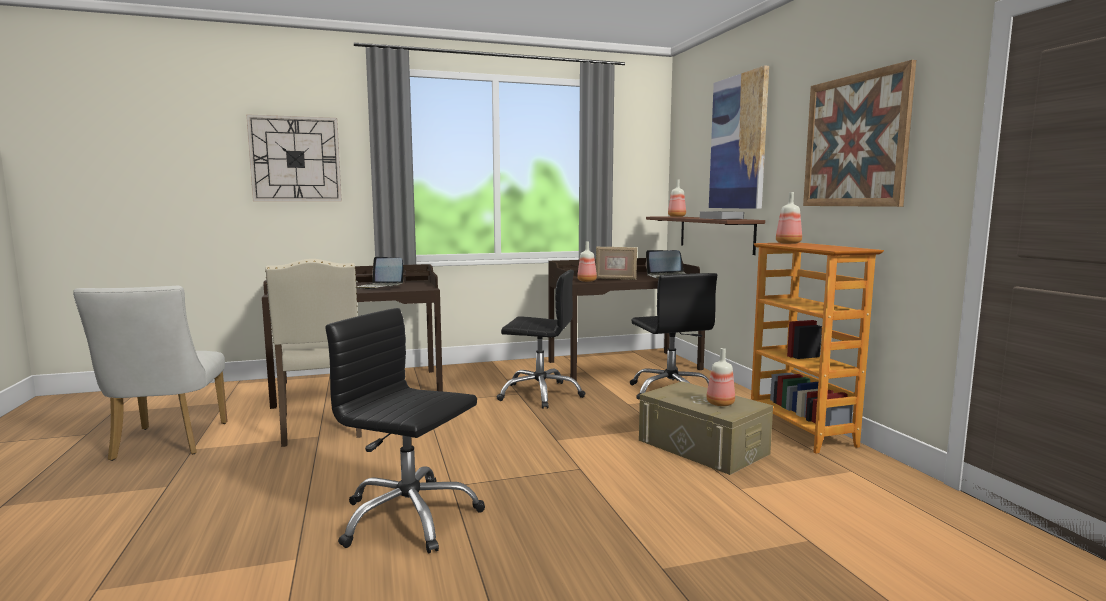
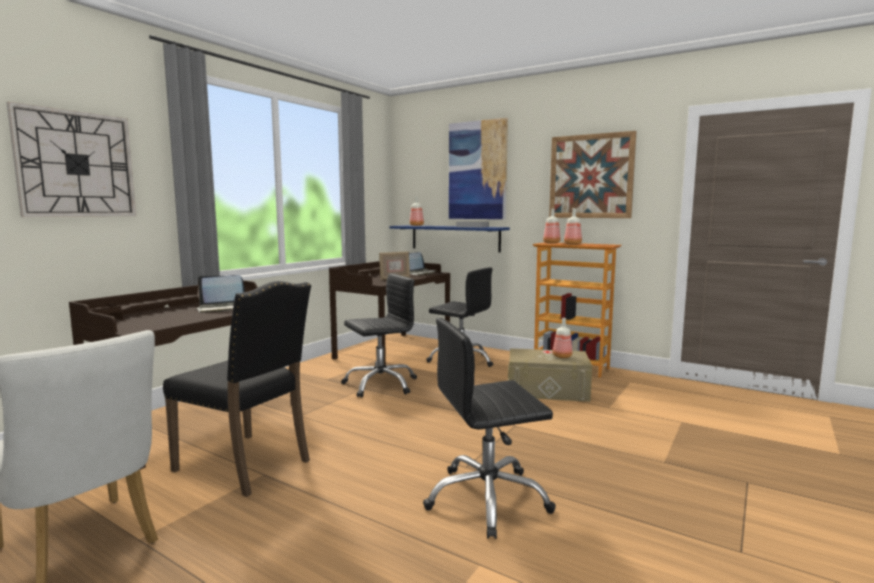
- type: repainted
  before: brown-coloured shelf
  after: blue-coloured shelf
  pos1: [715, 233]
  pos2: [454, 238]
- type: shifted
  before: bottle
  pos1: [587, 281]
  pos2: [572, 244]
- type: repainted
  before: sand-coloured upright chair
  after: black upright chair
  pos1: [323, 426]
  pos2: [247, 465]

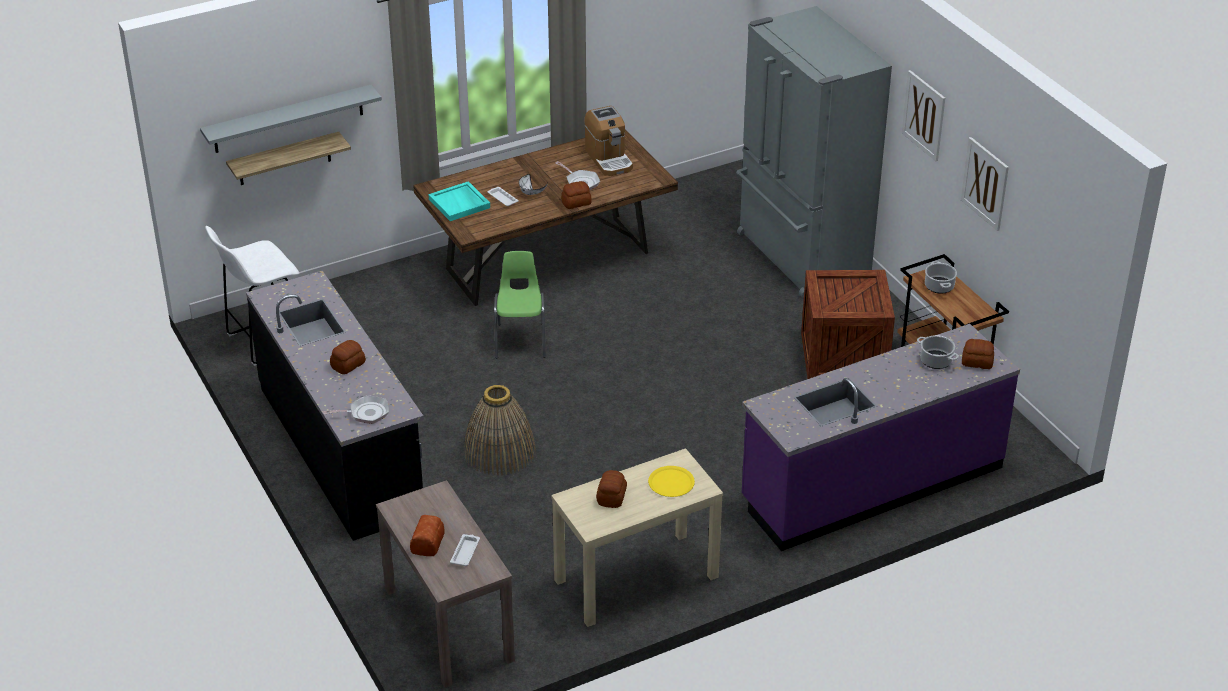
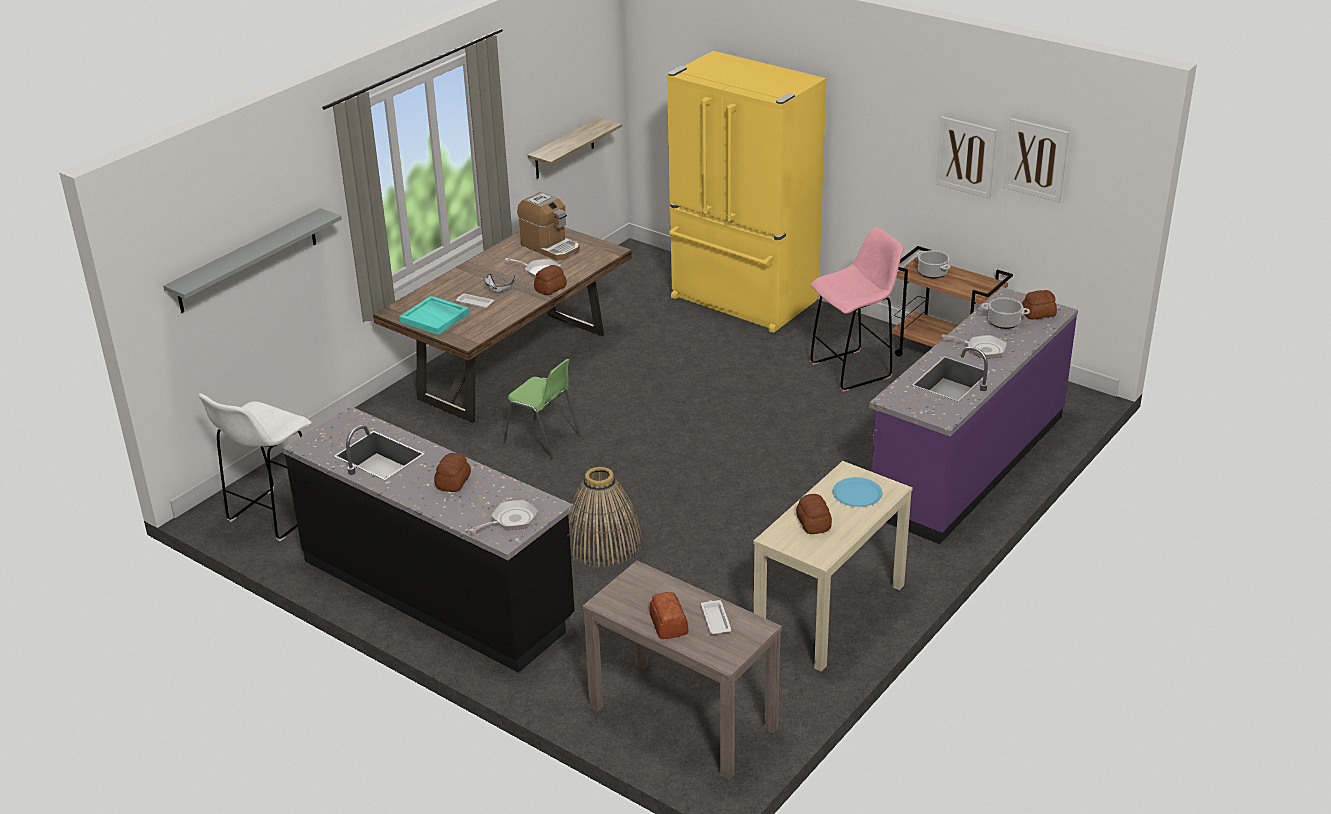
- type: repainted
  before: gray fridge
  after: yellow-coloured fridge
  pos1: [800, 255]
  pos2: [742, 301]
- type: shifted
  before: wall art
  pos1: [924, 115]
  pos2: [1036, 159]
- type: shifted
  before: shelf
  pos1: [284, 159]
  pos2: [564, 149]
- type: rotated
  before: green-coloured upright chair
  pos1: [521, 340]
  pos2: [543, 439]
  turn: 150
- type: swapped
  before: shipping crate
  after: pink sitting stool
  pos1: [845, 357]
  pos2: [853, 370]
- type: repainted
  before: yellow-coloured plate
  after: blue-coloured plate
  pos1: [671, 482]
  pos2: [857, 493]
- type: new
  after: skillet
  pos2: [982, 349]

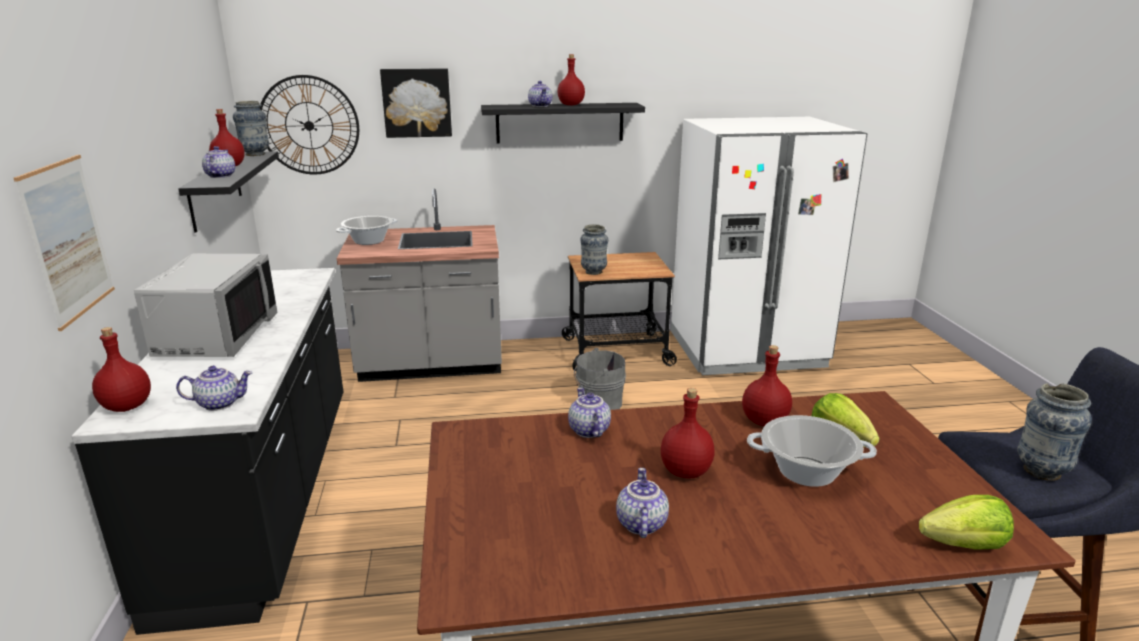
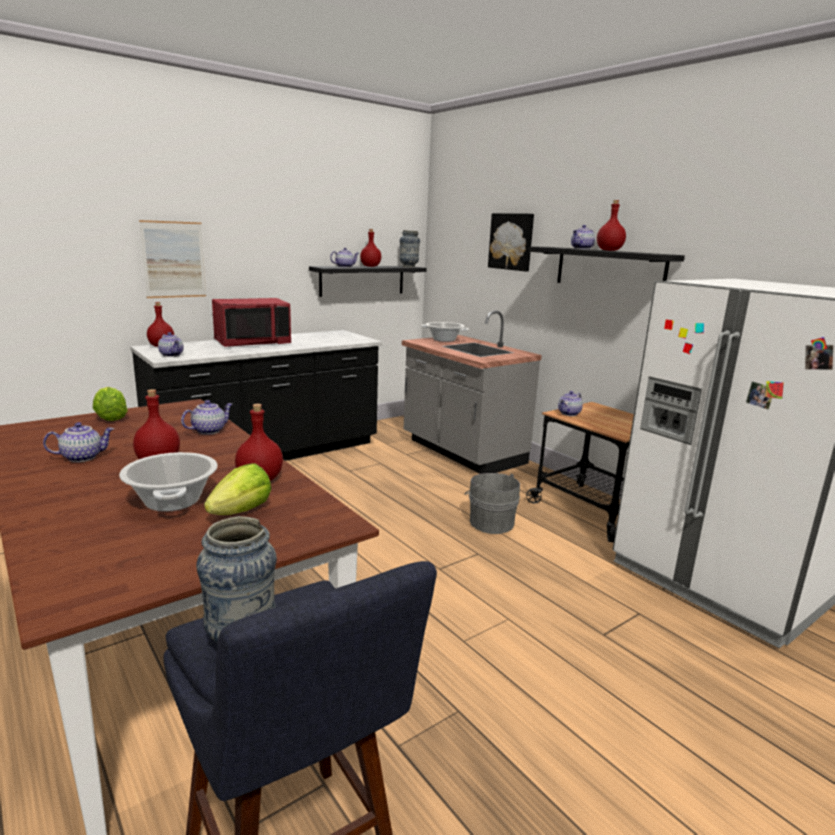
- type: gone
  before: clock on the wall
  pos1: [309, 125]
- type: swapped
  before: vase
  after: tea pot
  pos1: [593, 272]
  pos2: [569, 414]
- type: repainted
  before: gray microwave
  after: red microwave
  pos1: [216, 336]
  pos2: [252, 342]
- type: shifted
  before: lettuce
  pos1: [964, 545]
  pos2: [110, 417]

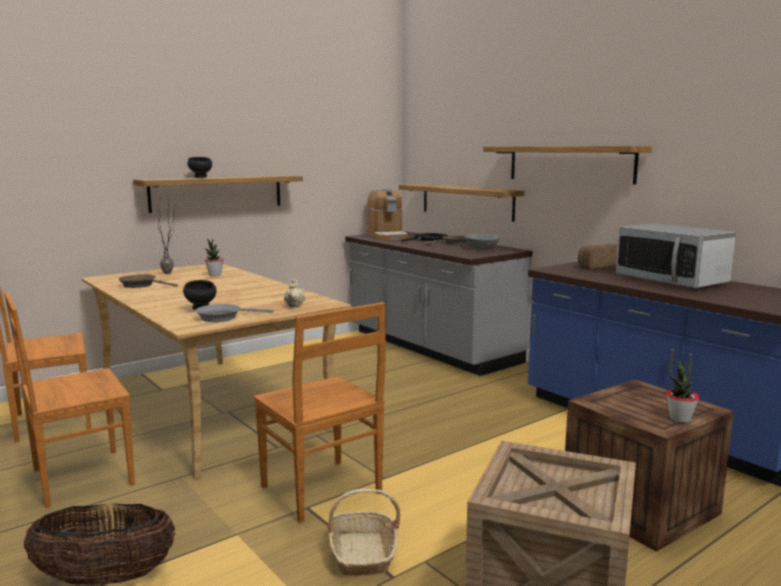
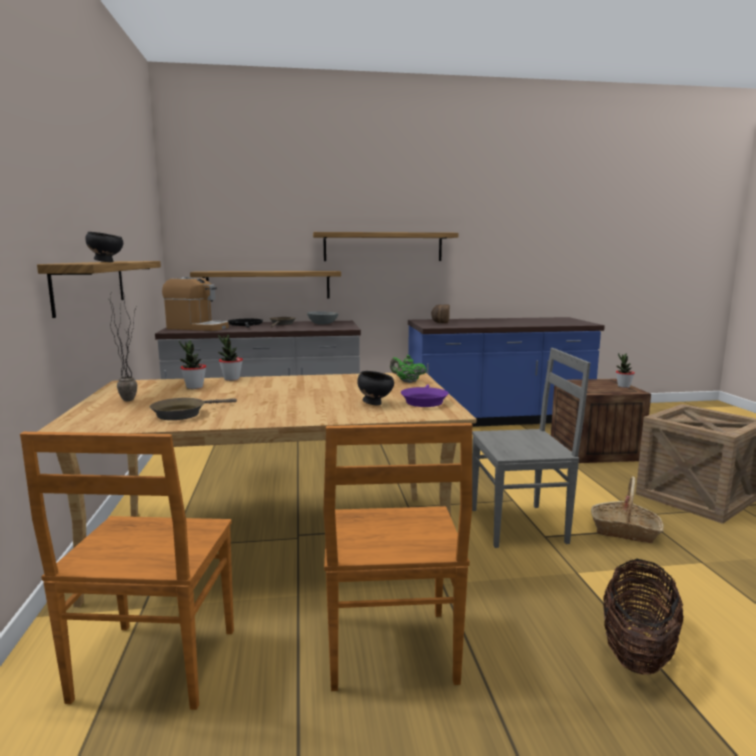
- type: gone
  before: microwave
  pos1: [671, 281]
- type: repainted
  before: sand-coloured tea pot
  after: green-coloured tea pot
  pos1: [295, 306]
  pos2: [407, 381]
- type: repainted
  before: brown-coloured upright chair
  after: gray upright chair
  pos1: [322, 491]
  pos2: [521, 525]
- type: repainted
  before: gray skillet
  after: purple skillet
  pos1: [223, 317]
  pos2: [424, 401]
- type: new
  after: houseplant
  pos2: [231, 379]

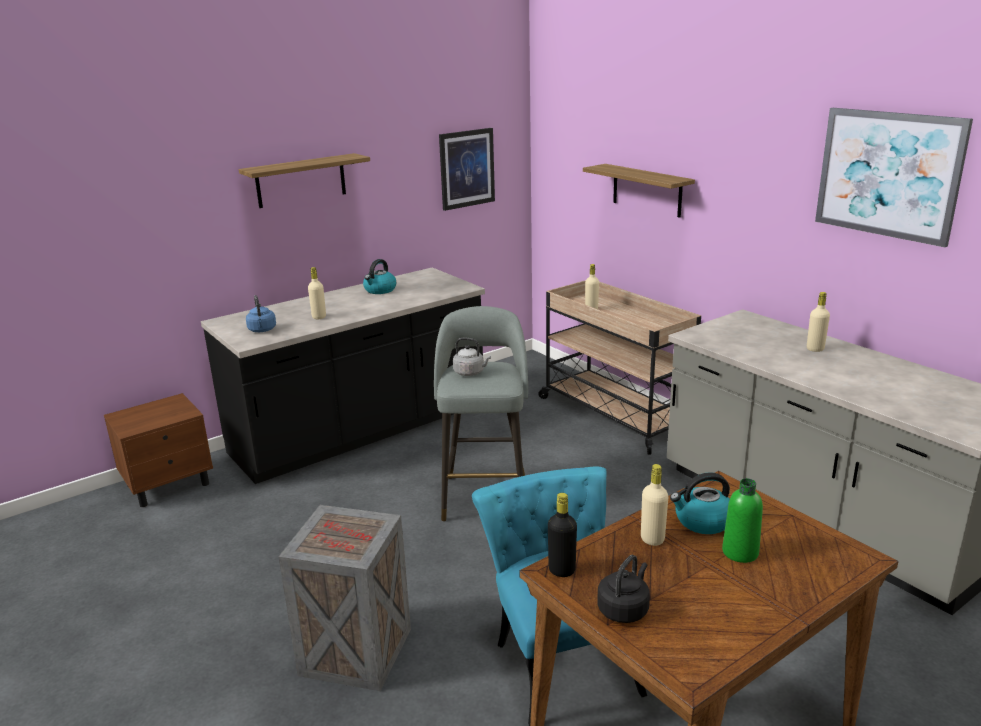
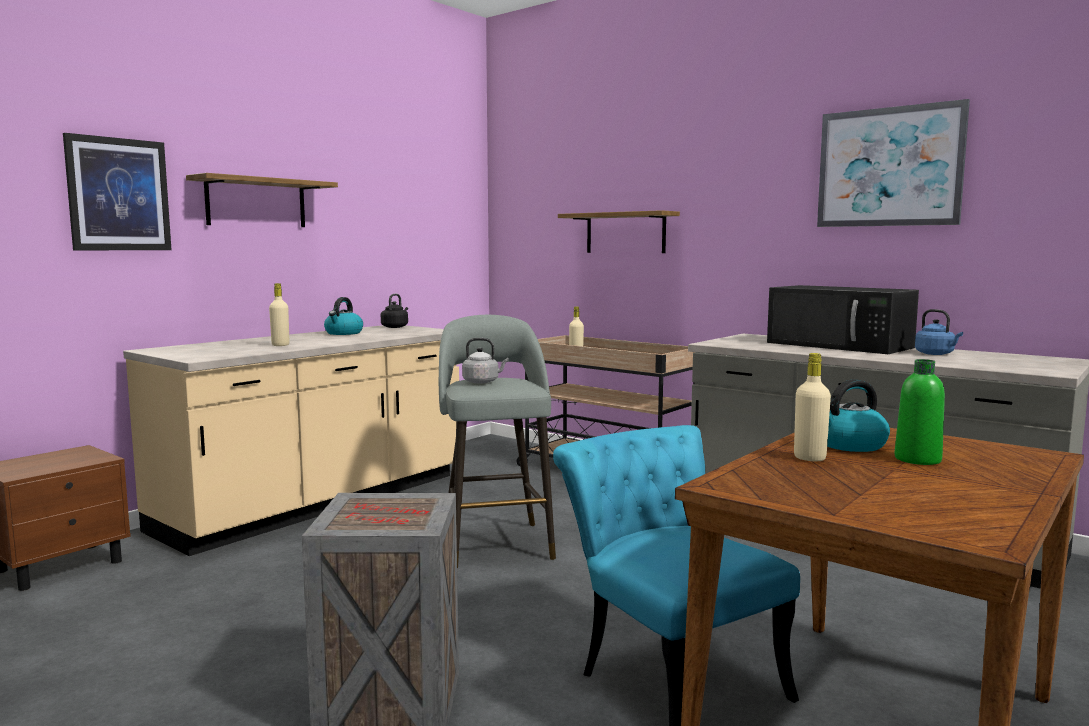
- type: shifted
  before: wall art
  pos1: [467, 168]
  pos2: [118, 194]
- type: repainted
  before: black kitchen counter
  after: sand-coloured kitchen counter
  pos1: [361, 431]
  pos2: [318, 503]
- type: swapped
  before: sand-coloured bottle
  after: black microwave
  pos1: [815, 349]
  pos2: [841, 345]
- type: shifted
  before: blue-coloured kettle
  pos1: [262, 330]
  pos2: [936, 354]
- type: gone
  before: black bottle
  pos1: [562, 570]
- type: shifted
  before: black kettle
  pos1: [624, 609]
  pos2: [395, 327]

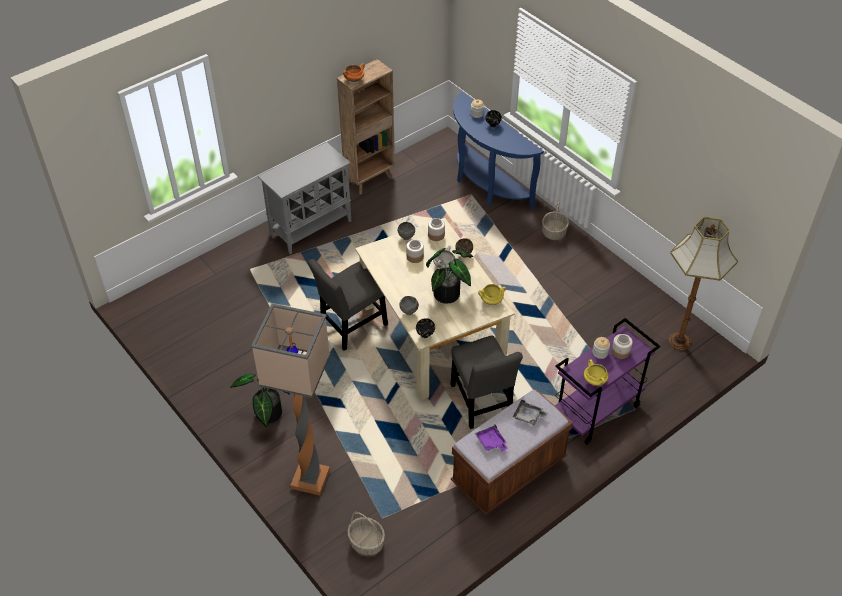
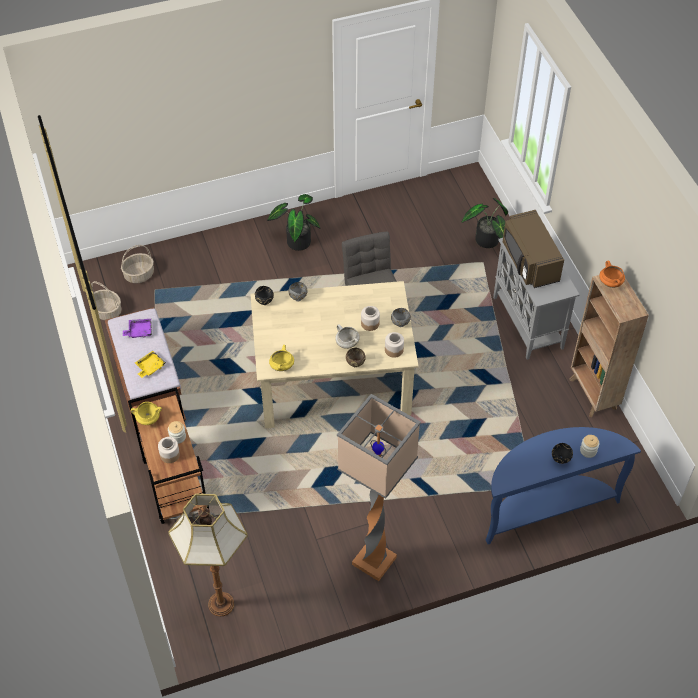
- type: shifted
  before: storage basket
  pos1: [553, 232]
  pos2: [107, 311]
- type: shifted
  before: houseplant
  pos1: [450, 293]
  pos2: [487, 242]
- type: shifted
  before: standard lamp
  pos1: [310, 478]
  pos2: [375, 560]
- type: repainted
  before: purple cart
  after: brown-coloured cart
  pos1: [596, 411]
  pos2: [174, 484]
- type: gone
  before: gray upright chair
  pos1: [481, 404]
- type: repainted
  before: gray tray
  after: yellow-coloured tray
  pos1: [528, 416]
  pos2: [150, 367]
- type: new
  after: brown-coloured microwave
  pos2: [529, 262]

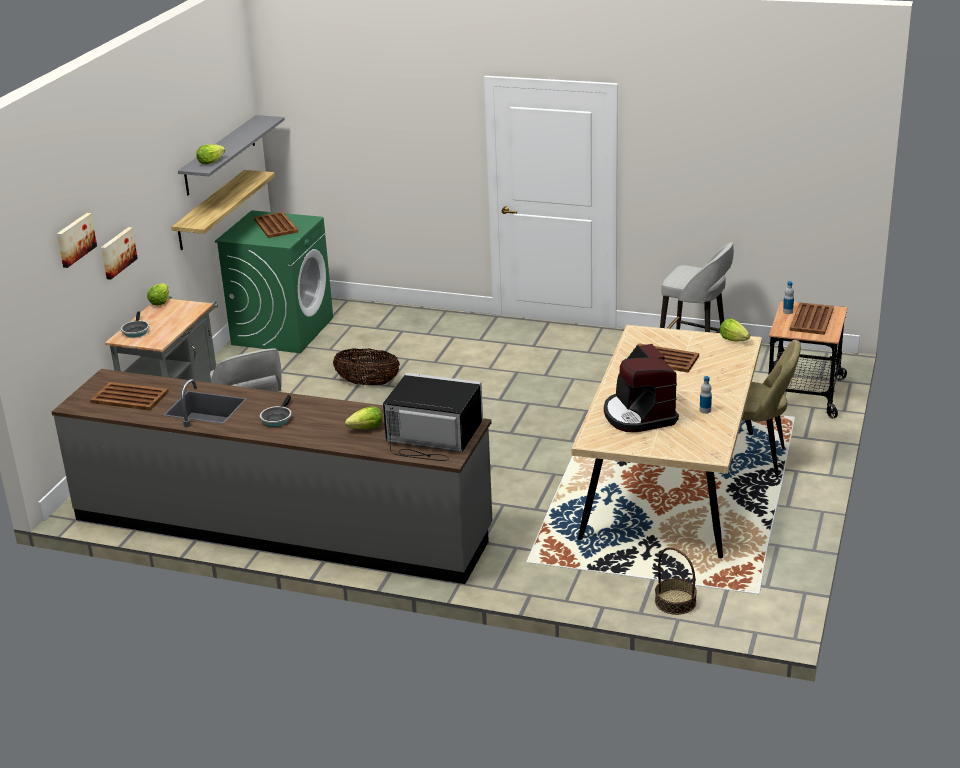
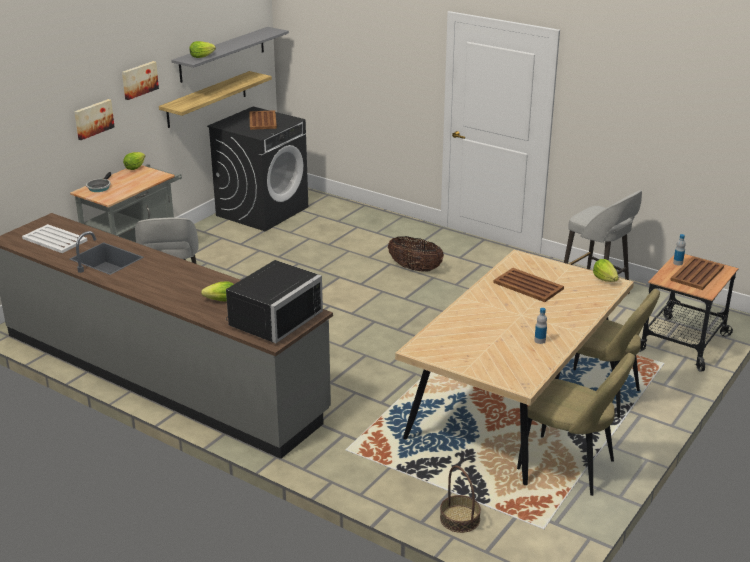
- type: repainted
  before: green-coloured laundry appliance
  after: black laundry appliance
  pos1: [282, 331]
  pos2: [262, 211]
- type: shifted
  before: wall art
  pos1: [75, 239]
  pos2: [139, 80]
- type: gone
  before: coffee brewer
  pos1: [638, 415]
- type: shifted
  before: storage basket
  pos1: [368, 383]
  pos2: [415, 268]
- type: rotated
  before: black microwave
  pos1: [432, 436]
  pos2: [271, 318]
  turn: 90
- type: repainted
  before: brown-coloured tray
  after: white-coloured tray
  pos1: [130, 397]
  pos2: [55, 240]
- type: gone
  before: skillet
  pos1: [277, 418]
- type: new
  after: sand-coloured upright chair
  pos2: [570, 467]

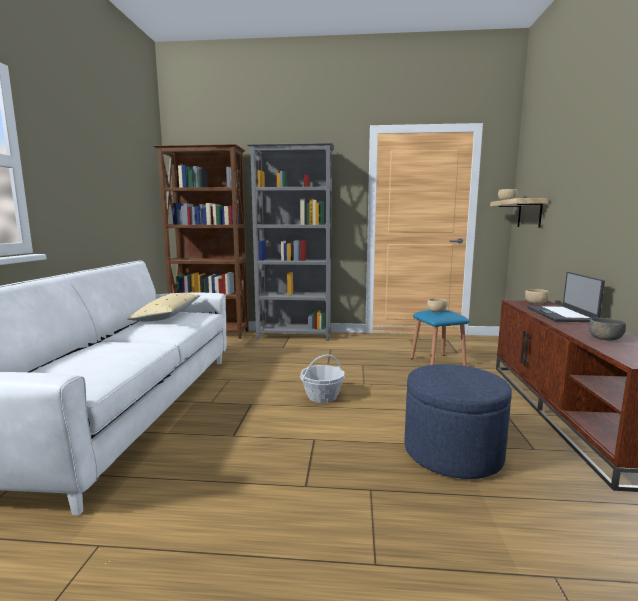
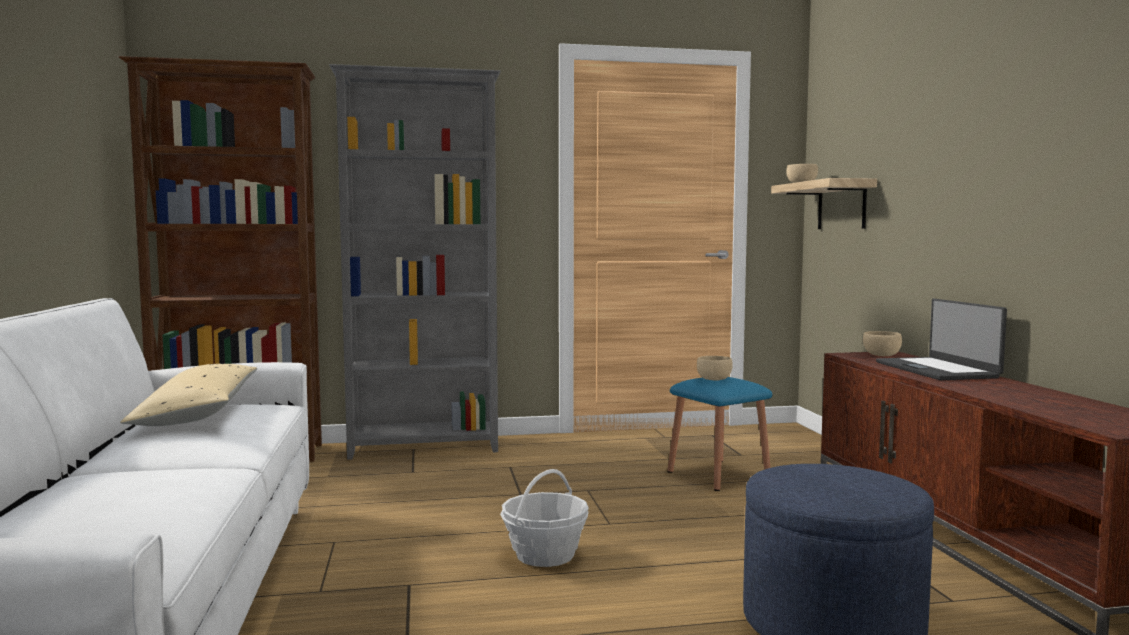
- type: gone
  before: gray serving bowl
  pos1: [605, 338]

